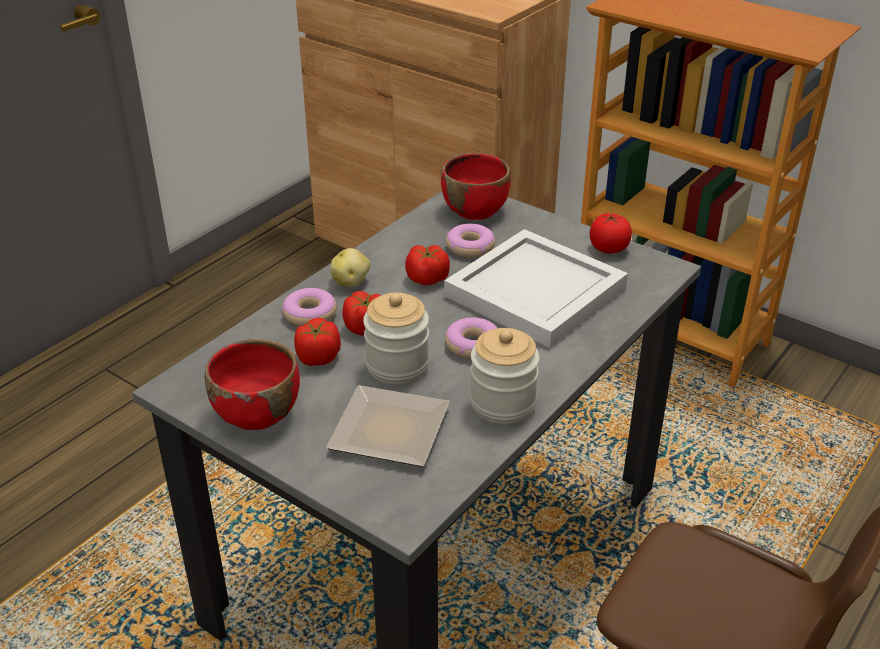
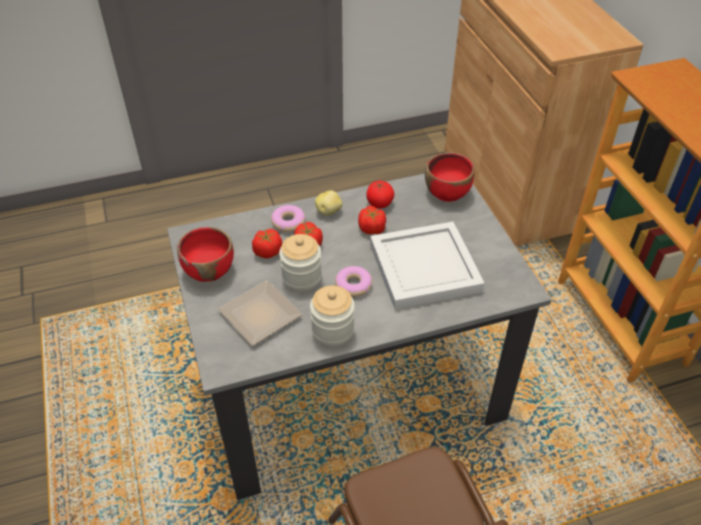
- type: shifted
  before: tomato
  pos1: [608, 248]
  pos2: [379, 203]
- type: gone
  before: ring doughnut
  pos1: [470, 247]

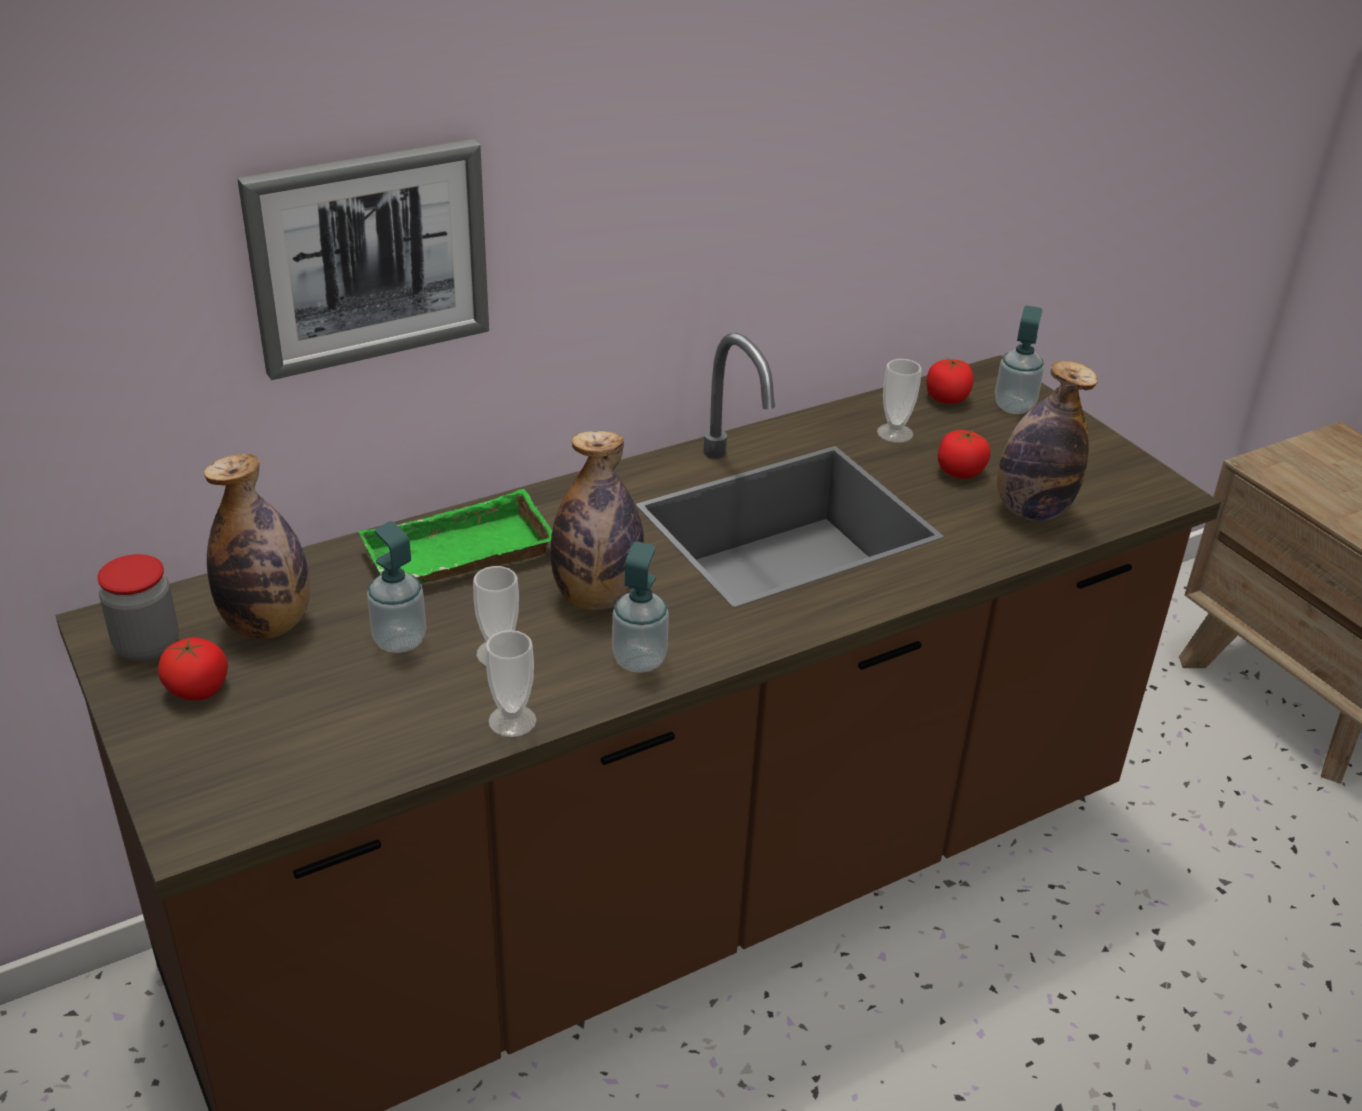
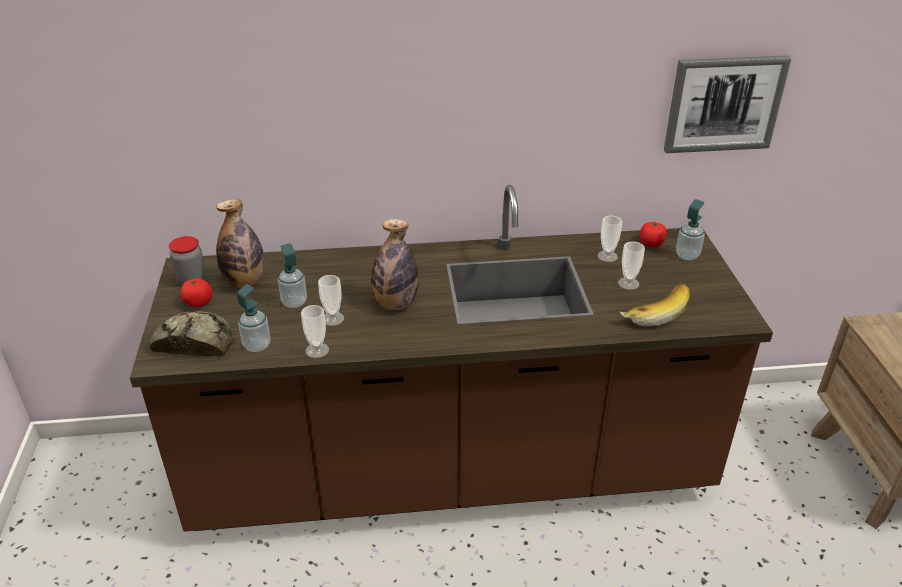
- type: shifted
  before: wall art
  pos1: [369, 256]
  pos2: [724, 104]
- type: swapped
  before: bottle
  after: whole banana
  pos1: [1031, 510]
  pos2: [653, 312]
- type: swapped
  before: tomato
  after: small cup
  pos1: [960, 472]
  pos2: [628, 283]
- type: gone
  before: green-coloured tray
  pos1: [458, 557]
- type: shifted
  before: soap dispenser
  pos1: [639, 660]
  pos2: [257, 345]
- type: new
  after: bakery bread
  pos2: [194, 342]

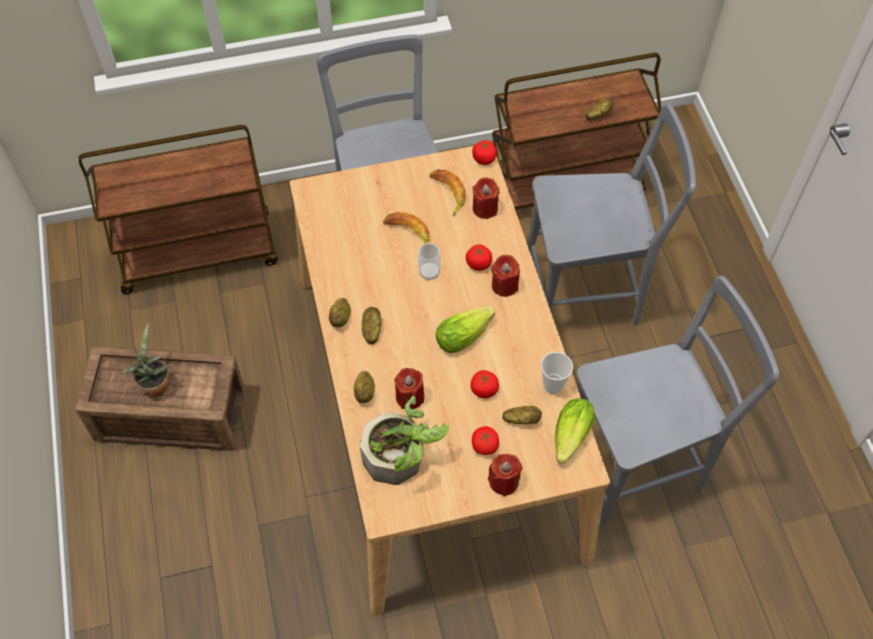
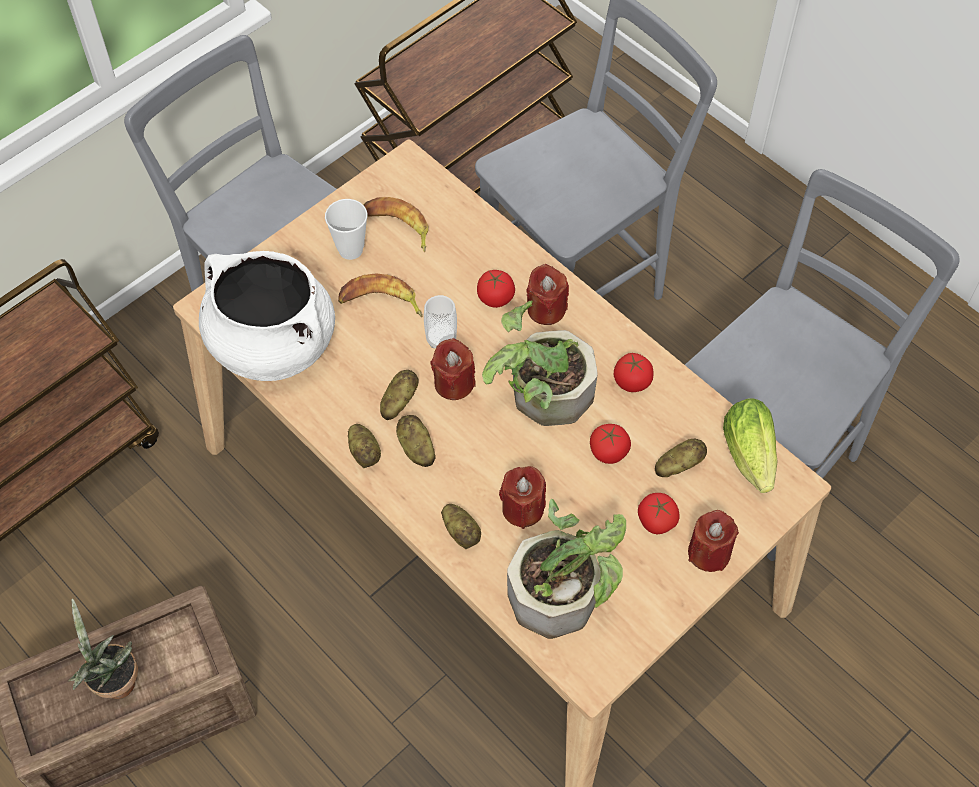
- type: shifted
  before: spud
  pos1: [598, 114]
  pos2: [398, 402]
- type: shifted
  before: tomato
  pos1: [484, 159]
  pos2: [632, 381]
- type: shifted
  before: red candle
  pos1: [485, 208]
  pos2: [454, 383]
- type: swapped
  before: lettuce
  after: houseplant
  pos1: [466, 335]
  pos2: [540, 394]
- type: shifted
  before: small cup
  pos1: [553, 386]
  pos2: [350, 250]
- type: new
  after: white-coloured cooking pot
  pos2: [272, 344]

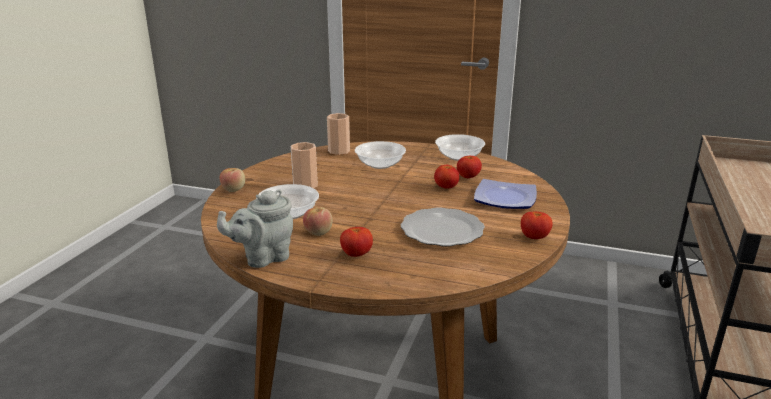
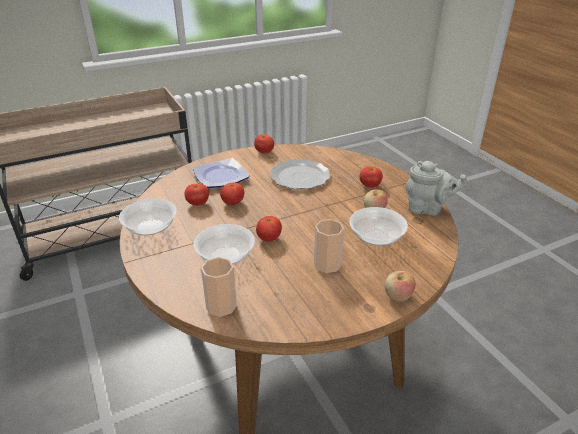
- type: new
  after: tomato
  pos2: [269, 238]

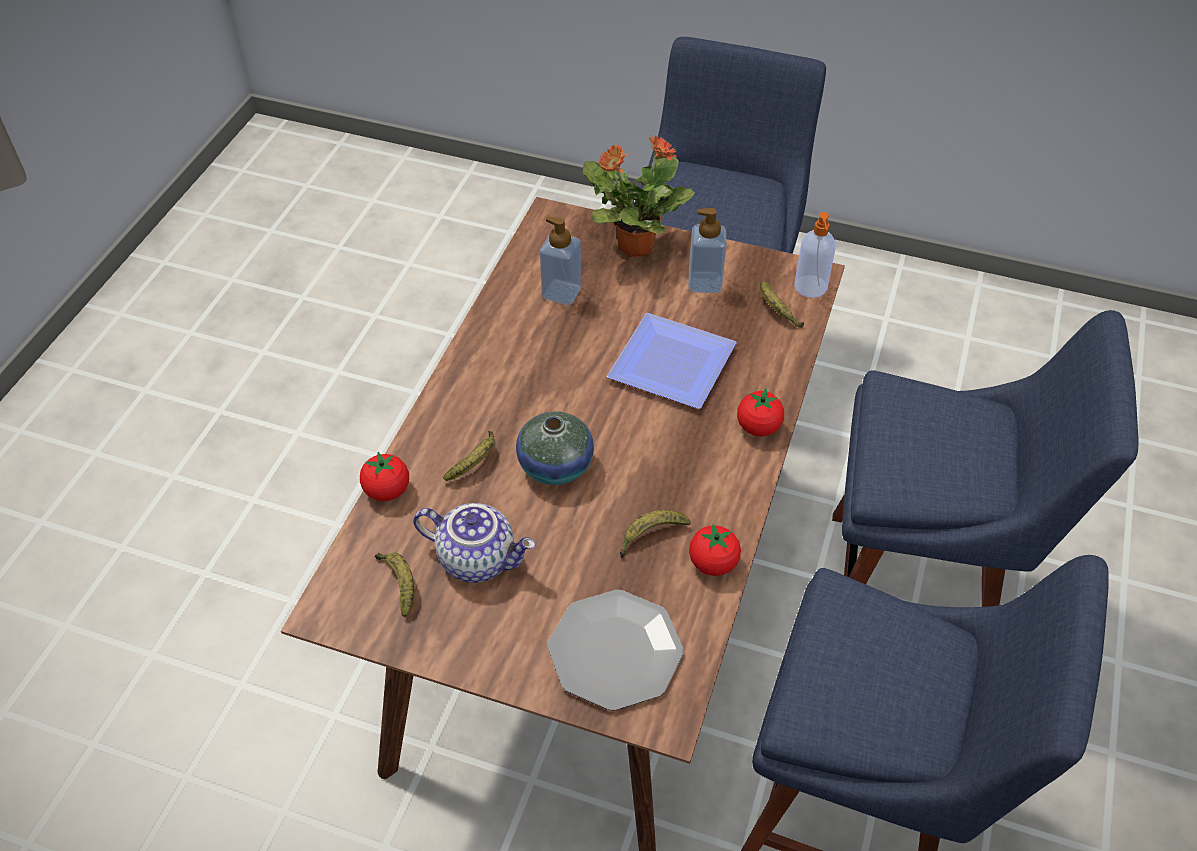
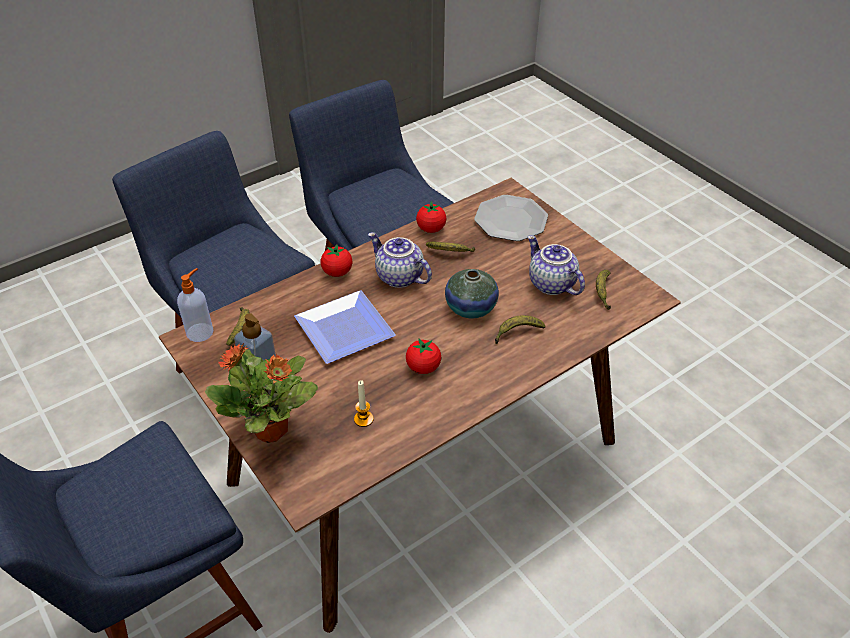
- type: swapped
  before: soap dispenser
  after: candle
  pos1: [561, 292]
  pos2: [363, 419]
- type: shifted
  before: tomato
  pos1: [387, 490]
  pos2: [423, 367]
- type: new
  after: tea pot
  pos2: [398, 277]

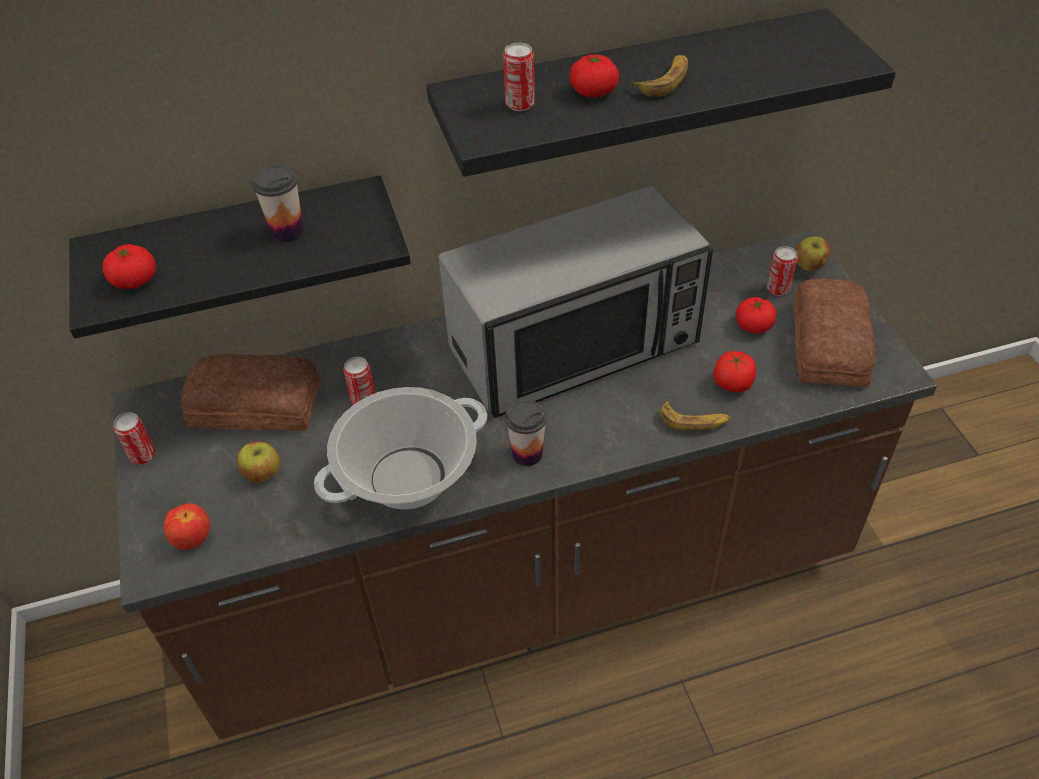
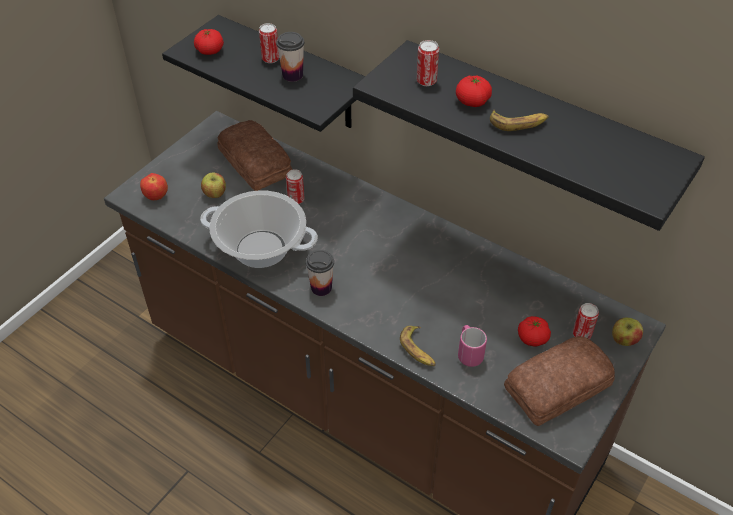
- type: gone
  before: microwave
  pos1: [575, 346]
- type: swapped
  before: tomato
  after: pink mug
  pos1: [732, 383]
  pos2: [468, 353]
- type: shifted
  before: sealed can
  pos1: [143, 456]
  pos2: [270, 59]

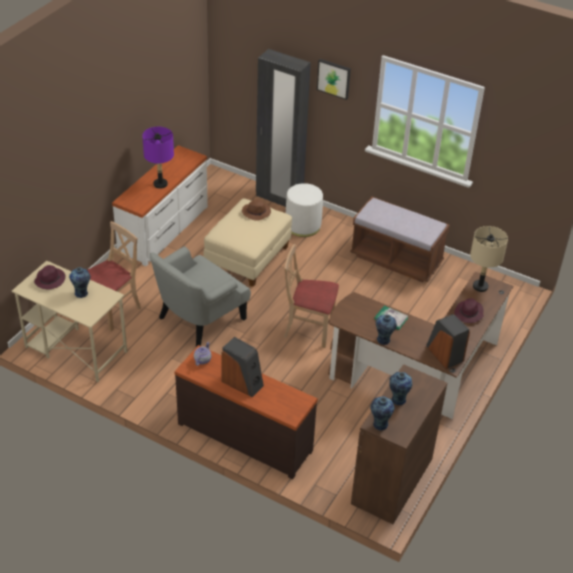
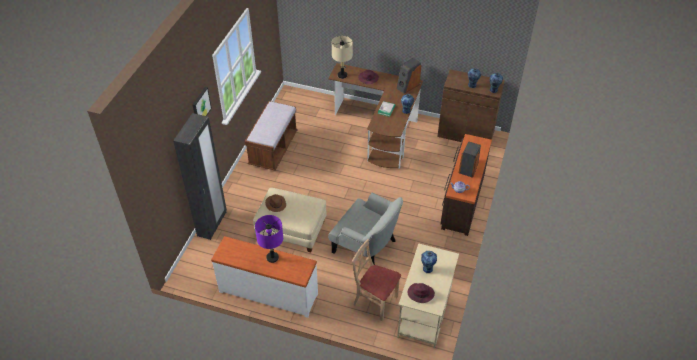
- type: gone
  before: white-coloured ottoman
  pos1: [303, 225]
- type: gone
  before: sand-coloured upright chair
  pos1: [309, 329]

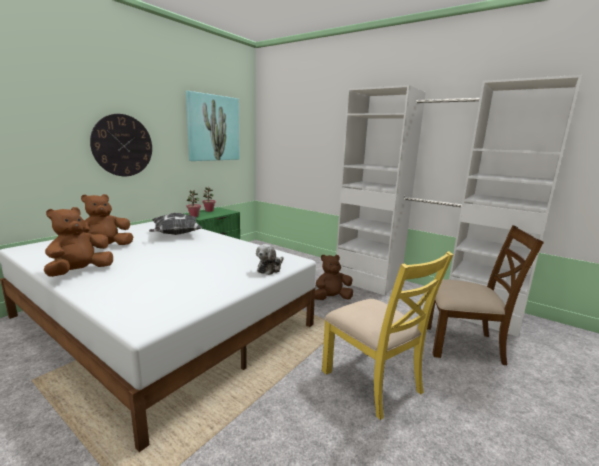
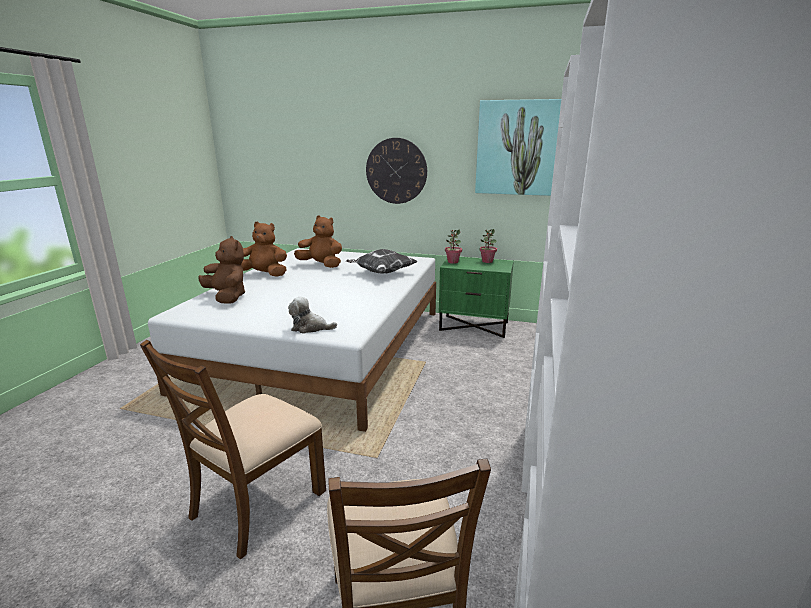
- type: repainted
  before: yellow-coloured upright chair
  after: brown-coloured upright chair
  pos1: [372, 381]
  pos2: [256, 503]
- type: shifted
  before: brown-coloured cuddly toy
  pos1: [331, 298]
  pos2: [227, 297]

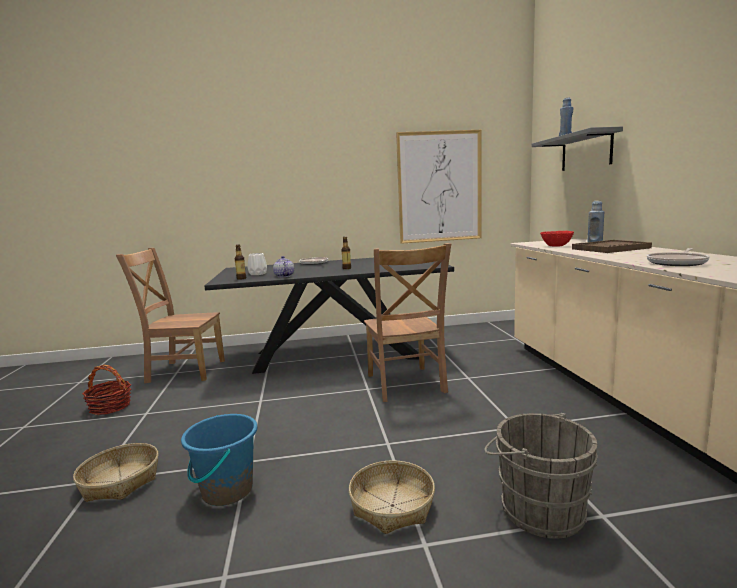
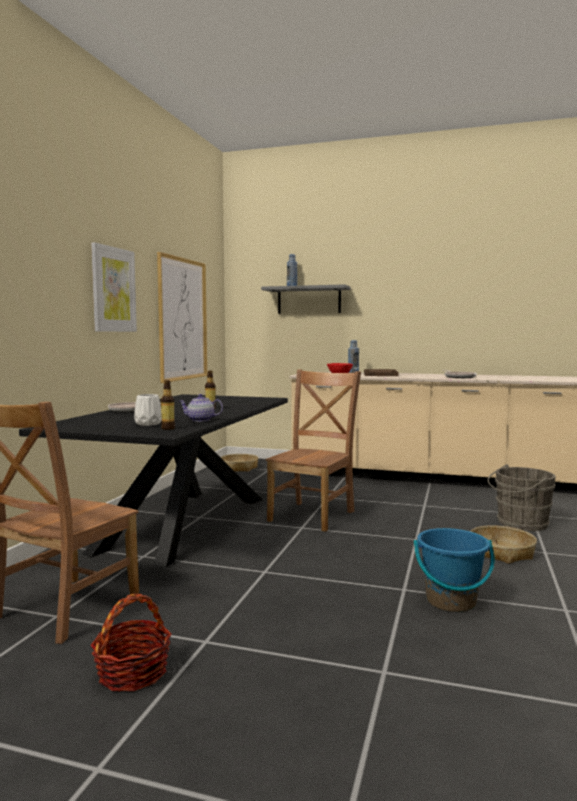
- type: rotated
  before: brown-coloured upright chair
  pos1: [406, 385]
  pos2: [313, 515]
  turn: -75
- type: shifted
  before: storage basket
  pos1: [120, 481]
  pos2: [239, 468]
- type: new
  after: wall art
  pos2: [113, 289]

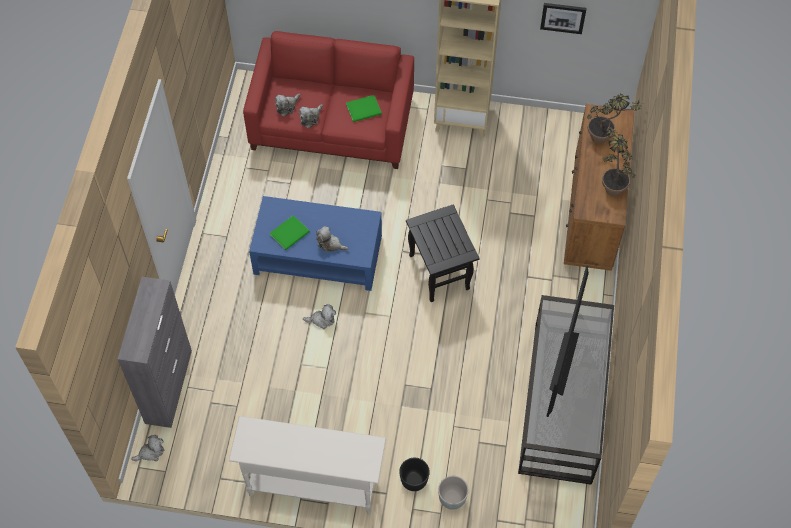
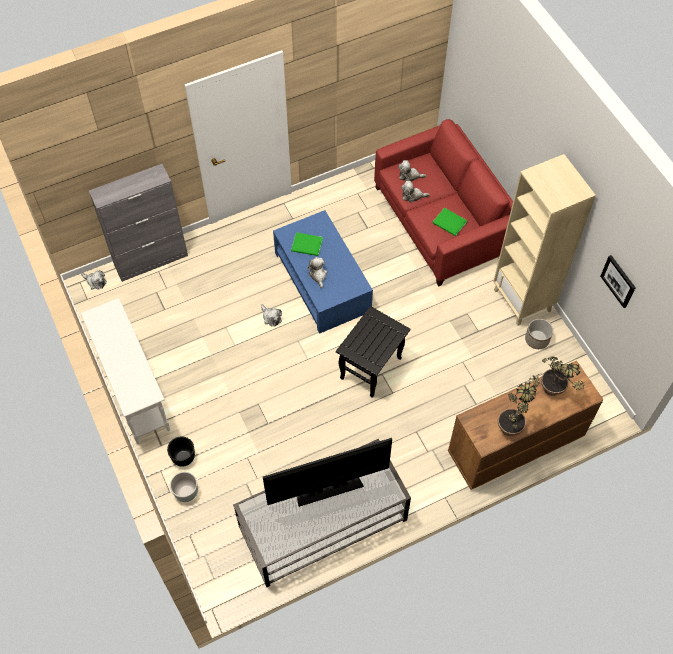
- type: new
  after: planter
  pos2: [537, 339]

